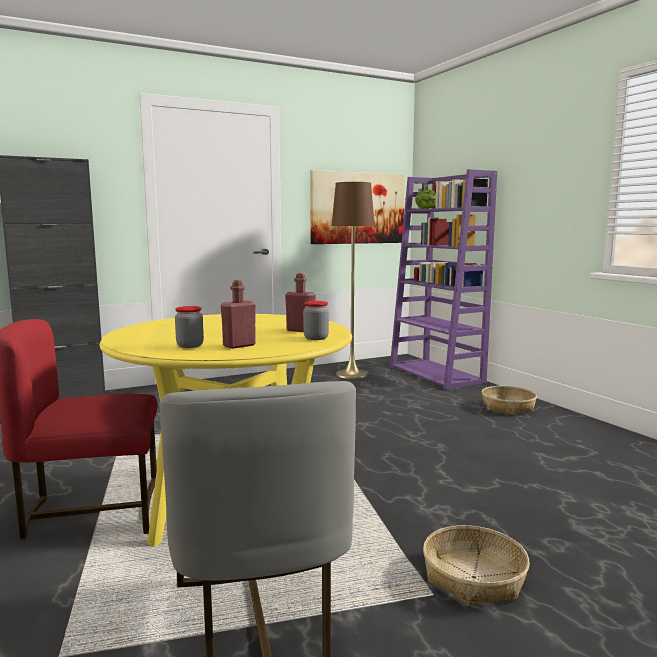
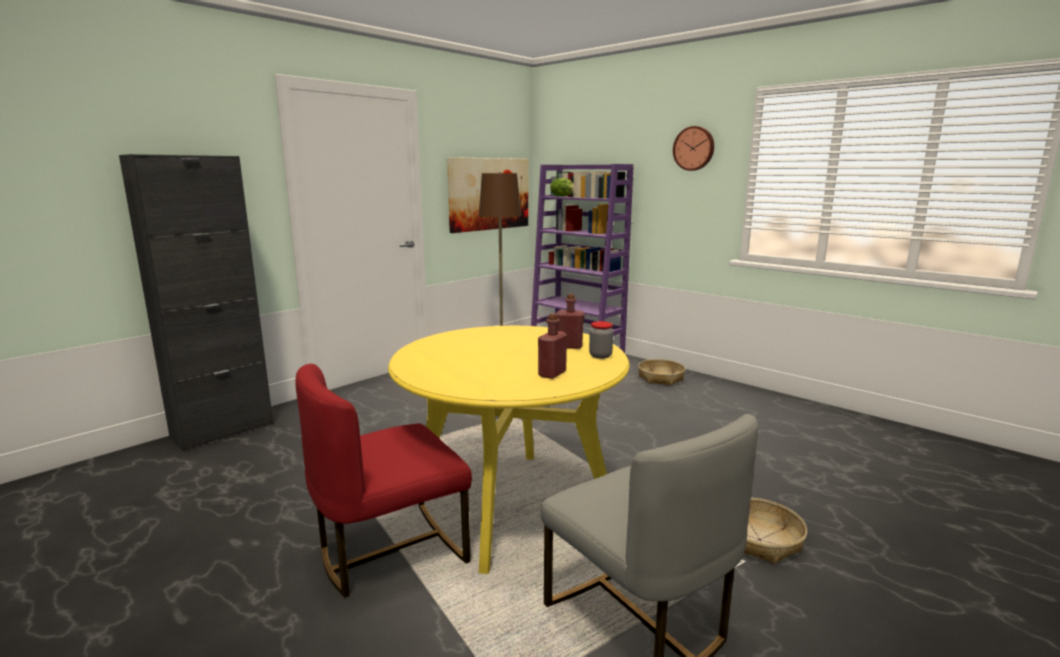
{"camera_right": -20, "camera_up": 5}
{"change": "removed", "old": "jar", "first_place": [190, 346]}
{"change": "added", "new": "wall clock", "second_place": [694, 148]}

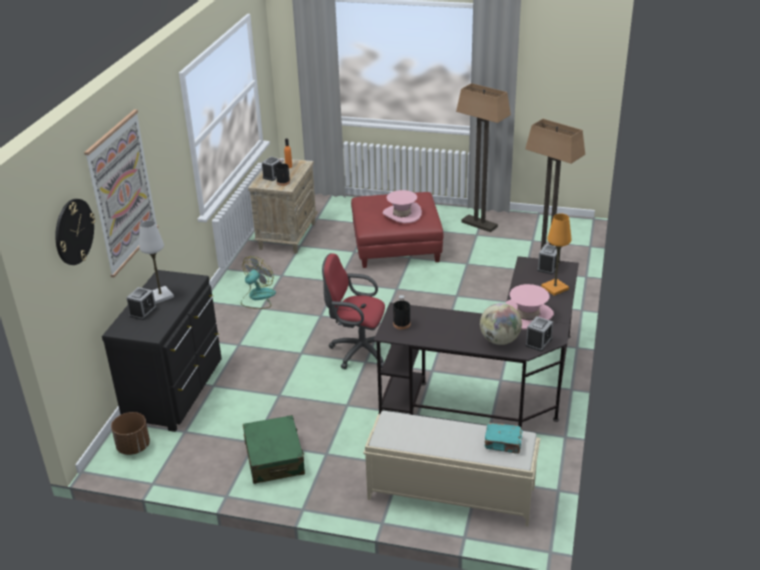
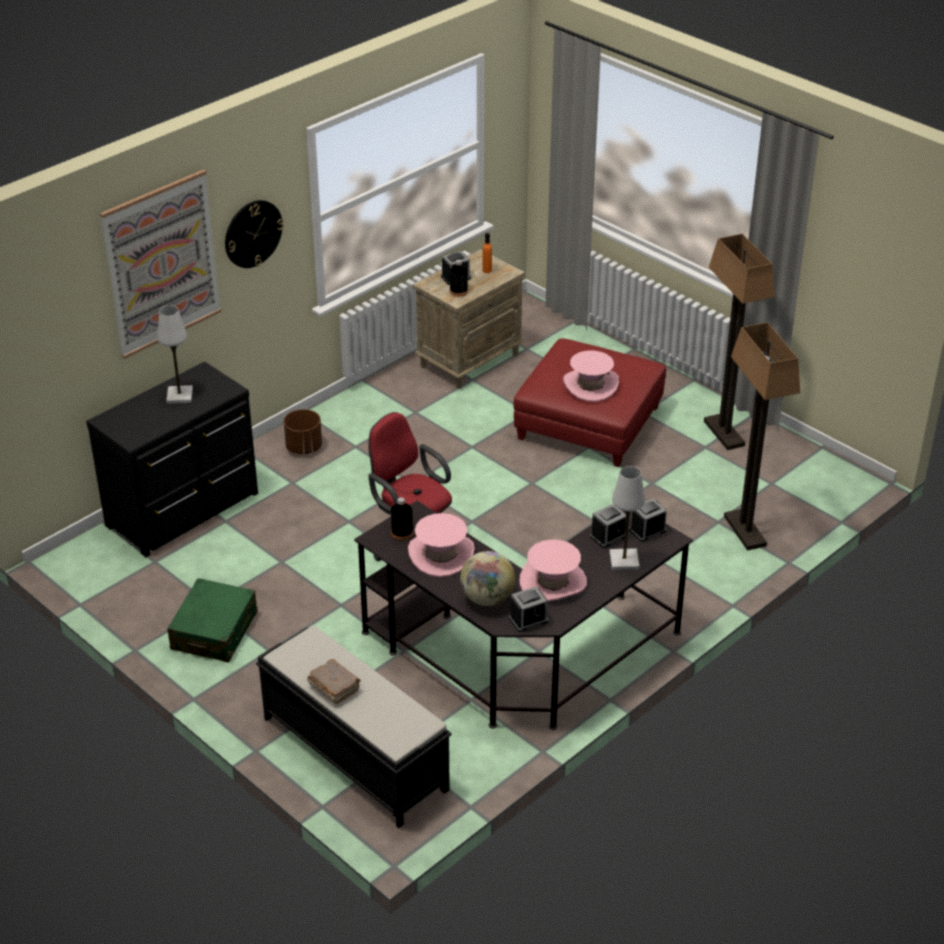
{"camera_right": 30, "camera_up": 5}
{"change": "moved", "old": "wall clock", "first_place": [74, 231], "second_place": [253, 233]}
{"change": "moved", "old": "brown-coloured planter", "first_place": [133, 447], "second_place": [303, 448]}
{"change": "moved", "old": "bedside clock", "first_place": [143, 312], "second_place": [608, 536]}
{"change": "removed", "old": "fan", "first_place": [257, 297]}
{"change": "recoloured", "old": "sand-coloured long seat", "new": "blackish long seat", "first_place": [450, 493], "second_place": [353, 753]}
{"change": "removed", "old": "blue-green book", "first_place": [503, 443]}
{"change": "recoloured", "old": "orangey table lamp", "new": "whitish table lamp", "first_place": [555, 288], "second_place": [624, 560]}
{"change": "added", "new": "brown-coloured book", "second_place": [334, 687]}
{"change": "added", "new": "pink-coloured clothing hat", "second_place": [441, 555]}

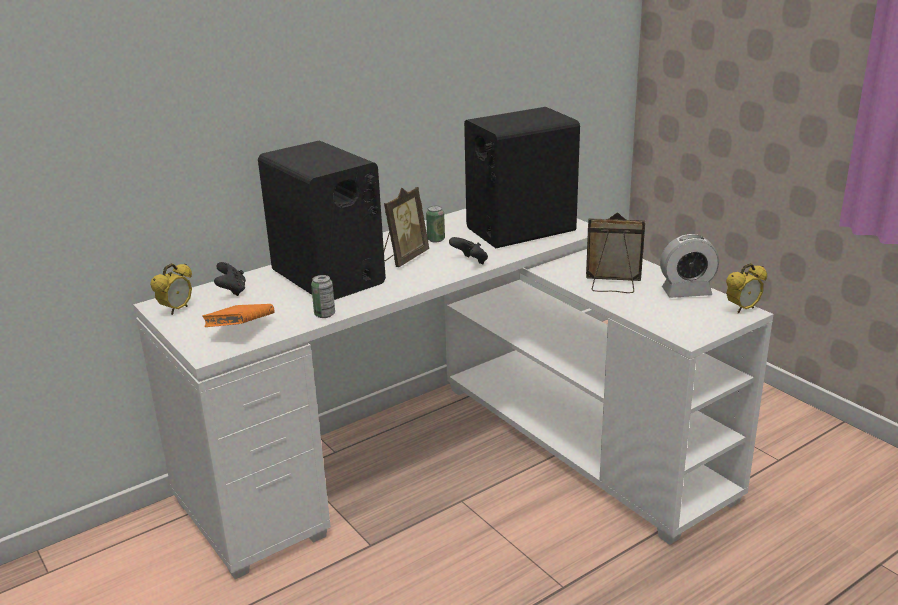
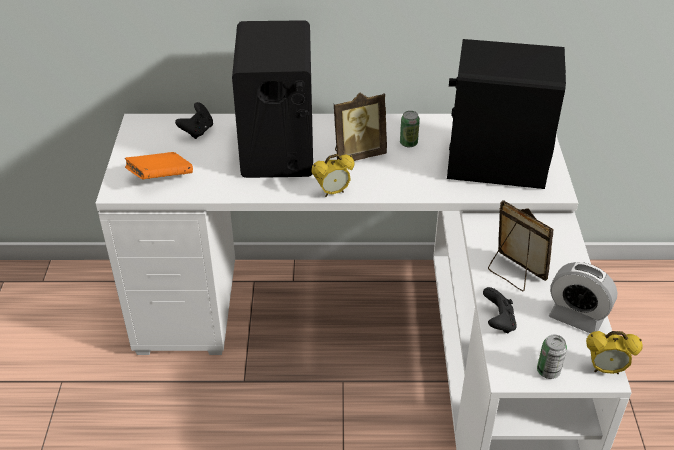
{"camera_right": 35, "camera_up": 15}
{"change": "moved", "old": "bedside clock", "first_place": [177, 310], "second_place": [333, 192]}
{"change": "moved", "old": "sealed can", "first_place": [324, 314], "second_place": [548, 371]}
{"change": "moved", "old": "blackish game controller", "first_place": [470, 262], "second_place": [498, 322]}

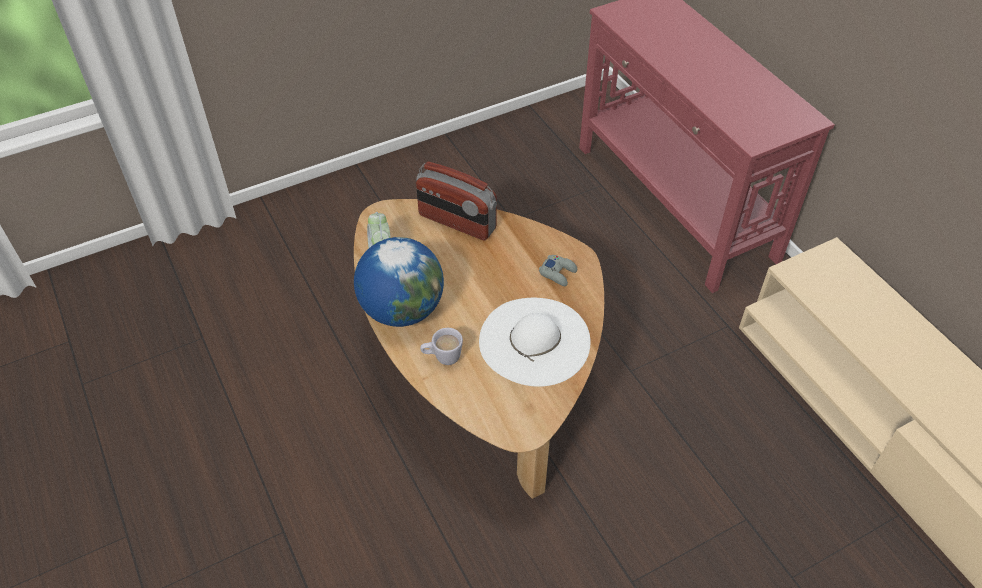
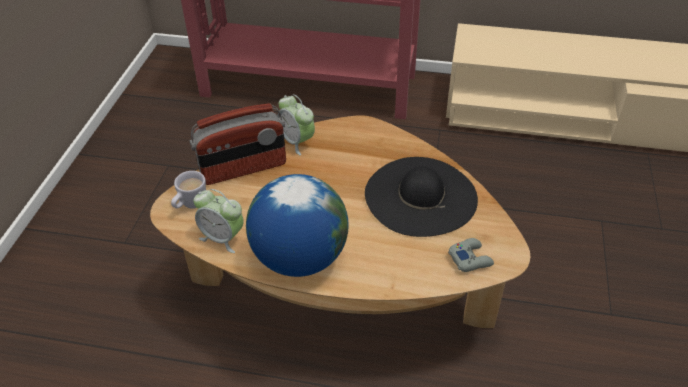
{"camera_right": -50, "camera_up": -5}
{"change": "moved", "old": "whitish coffee mug", "first_place": [442, 357], "second_place": [190, 205]}
{"change": "recoloured", "old": "whitish clothing hat", "new": "blackish clothing hat", "first_place": [534, 340], "second_place": [420, 196]}
{"change": "moved", "old": "gray game controller", "first_place": [558, 273], "second_place": [470, 258]}
{"change": "added", "new": "bedside clock", "second_place": [297, 142]}

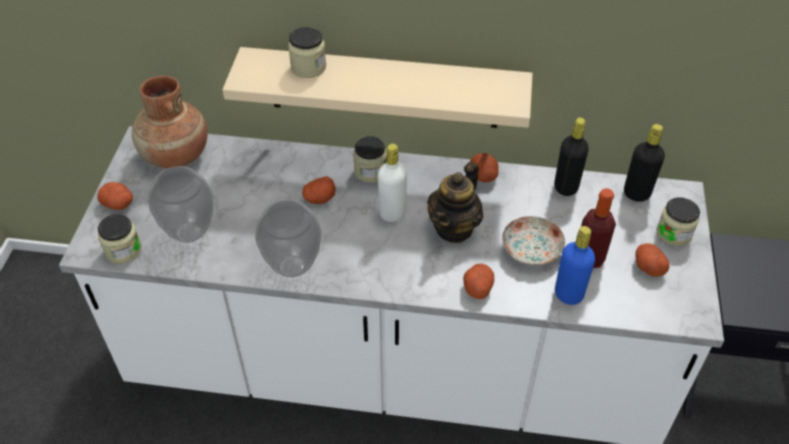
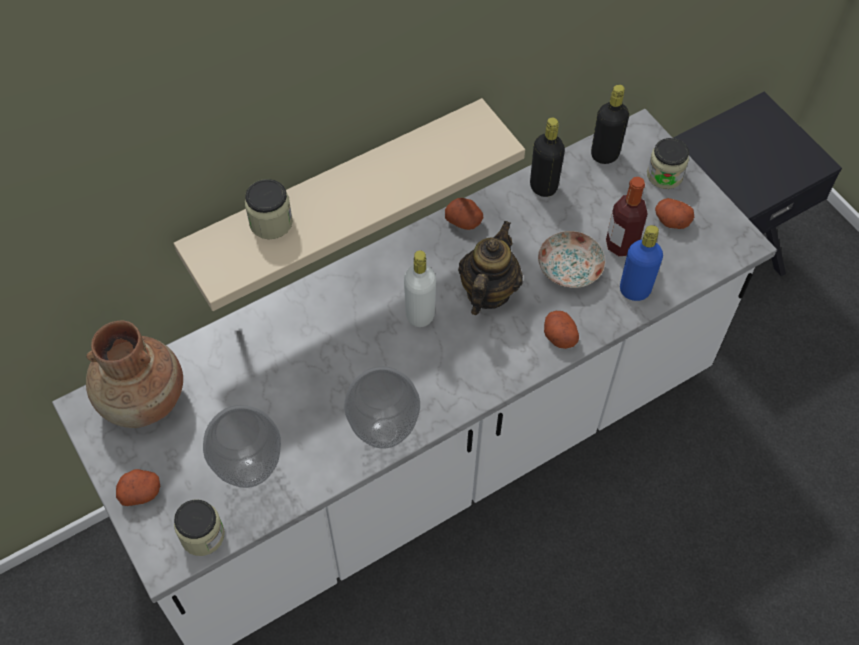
{"camera_right": -40, "camera_up": 10}
{"change": "removed", "old": "potato", "first_place": [319, 198]}
{"change": "removed", "old": "jar", "first_place": [370, 171]}
{"change": "turned", "old": "pot for tea", "first_place": [454, 228], "second_place": [487, 292], "degrees": -150}

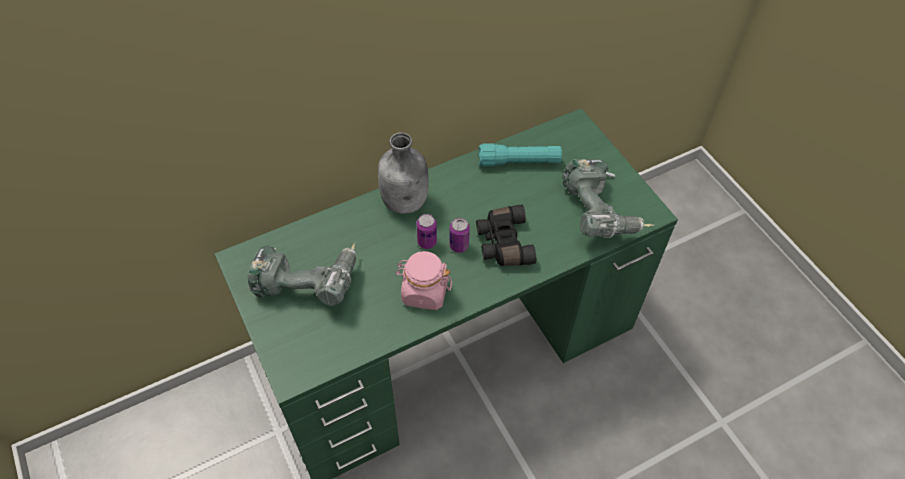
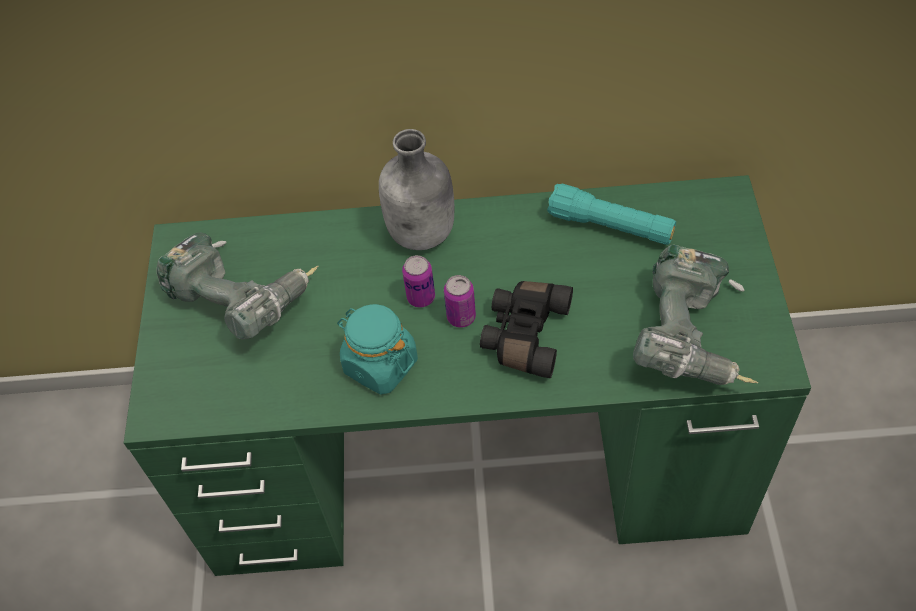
{"camera_right": 30, "camera_up": 0}
{"change": "recoloured", "old": "pink-coloured jar", "new": "blue-green jar", "first_place": [424, 292], "second_place": [380, 365]}

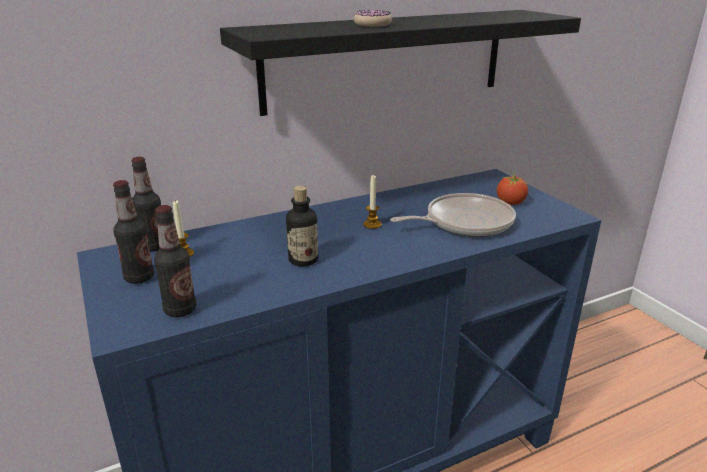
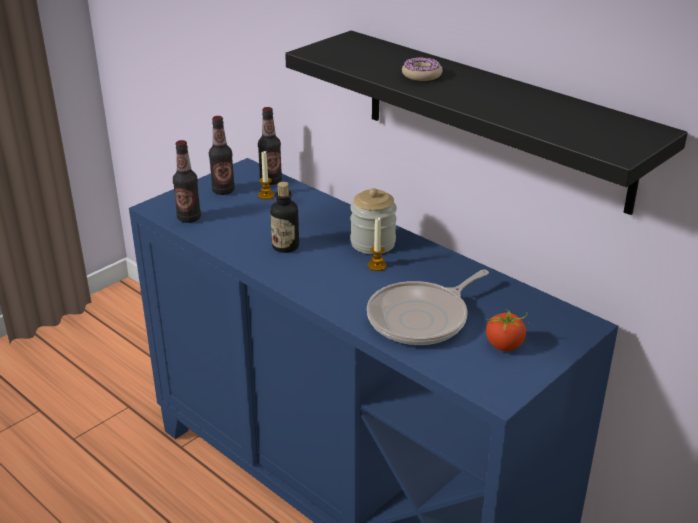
{"camera_right": 70, "camera_up": 5}
{"change": "turned", "old": "skillet", "first_place": [464, 222], "second_place": [422, 318], "degrees": 90}
{"change": "added", "new": "jar", "second_place": [373, 243]}

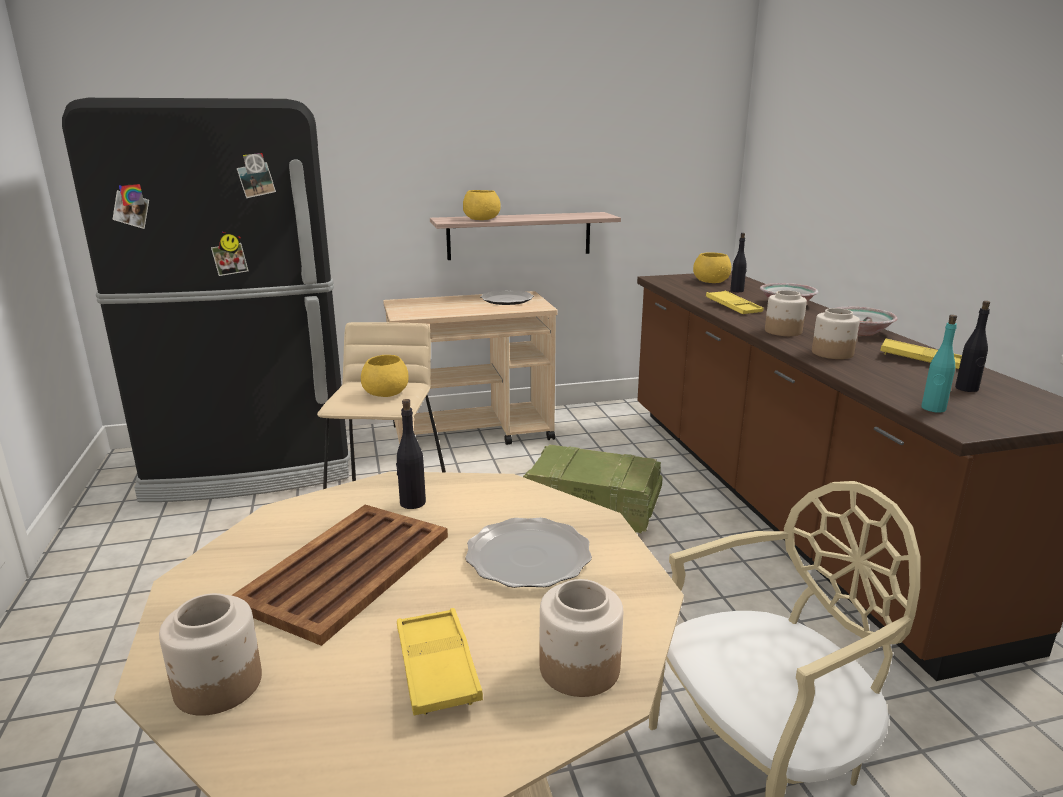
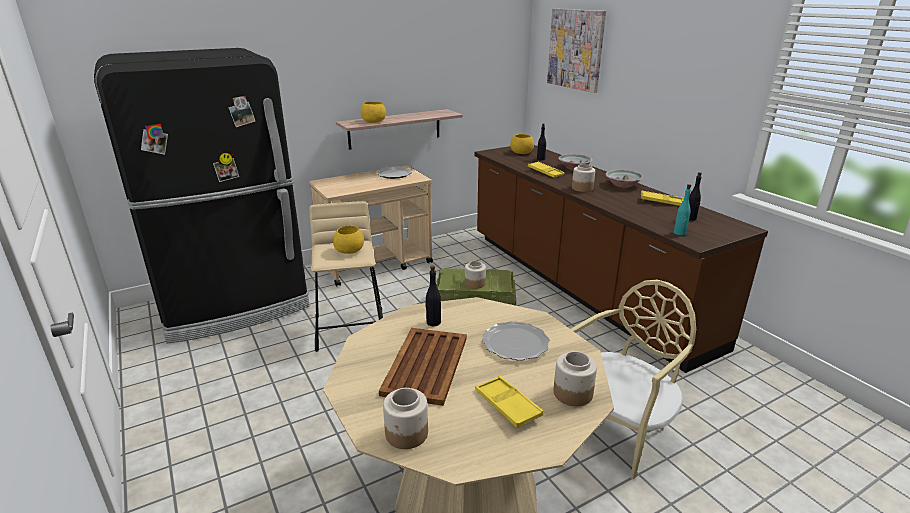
{"camera_right": -15, "camera_up": 5}
{"change": "moved", "old": "jar", "first_place": [831, 353], "second_place": [474, 284]}
{"change": "added", "new": "wall picture", "second_place": [576, 49]}

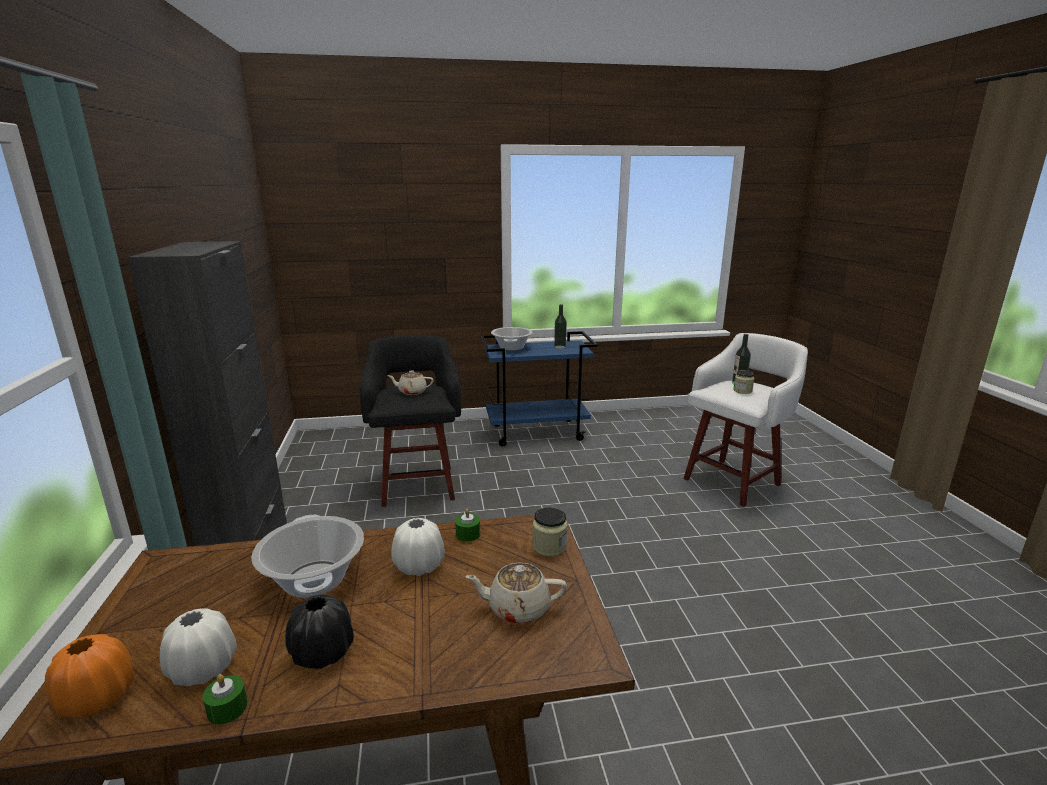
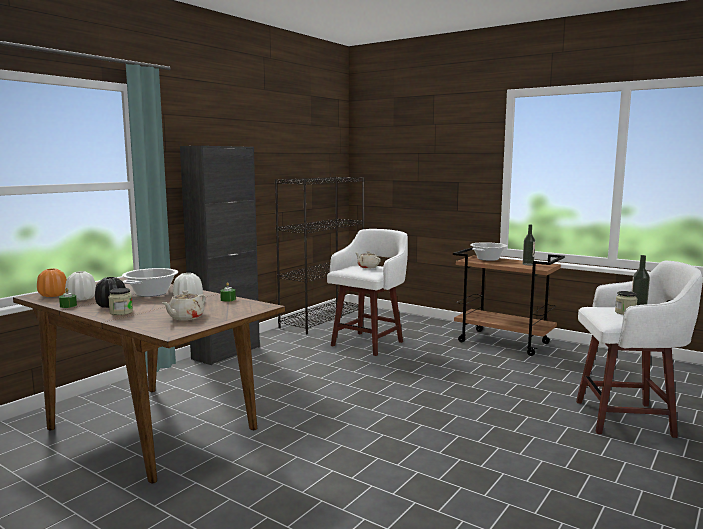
{"camera_right": 45, "camera_up": -10}
{"change": "recoloured", "old": "blackish sitting stool", "new": "whitish sitting stool", "first_place": [418, 484], "second_place": [368, 343]}
{"change": "turned", "old": "sand-coloured pot for tea", "first_place": [517, 608], "second_place": [185, 317], "degrees": -105}
{"change": "recoloured", "old": "blue wheeled cart", "new": "brown-coloured wheeled cart", "first_place": [537, 432], "second_place": [504, 342]}
{"change": "moved", "old": "jar", "first_place": [549, 546], "second_place": [121, 312]}
{"change": "added", "new": "blackish bookshelf", "second_place": [323, 319]}

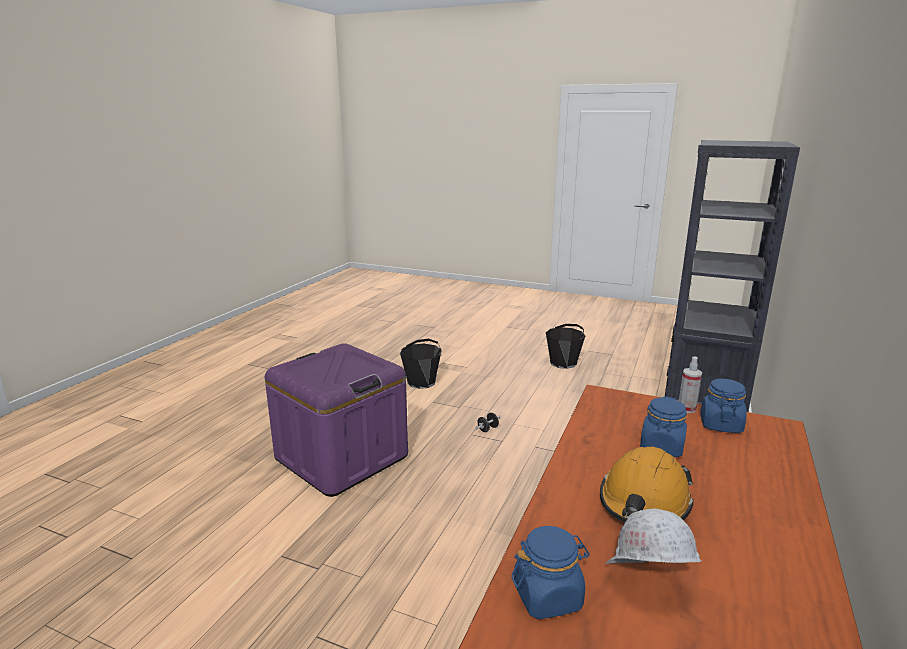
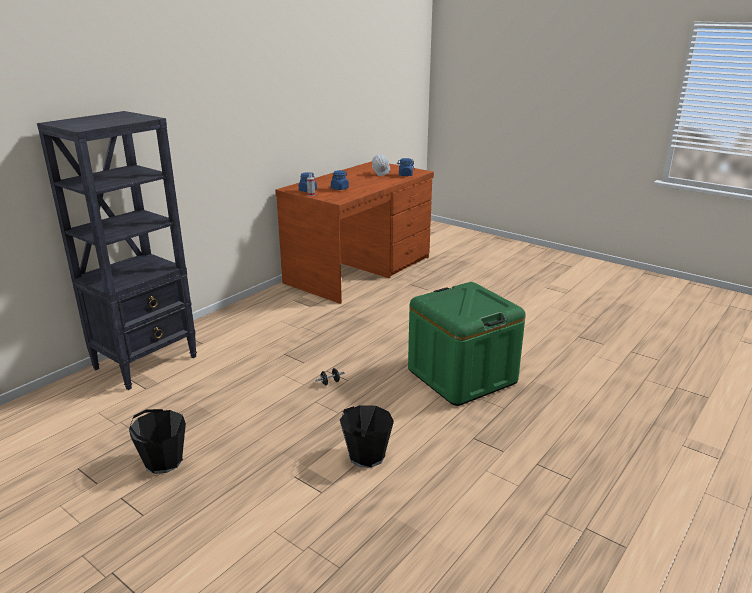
{"camera_right": -165, "camera_up": 5}
{"change": "recoloured", "old": "purplish storage box", "new": "green storage box", "first_place": [341, 457], "second_place": [461, 376]}
{"change": "removed", "old": "orangey safety helmet", "first_place": [644, 503]}

